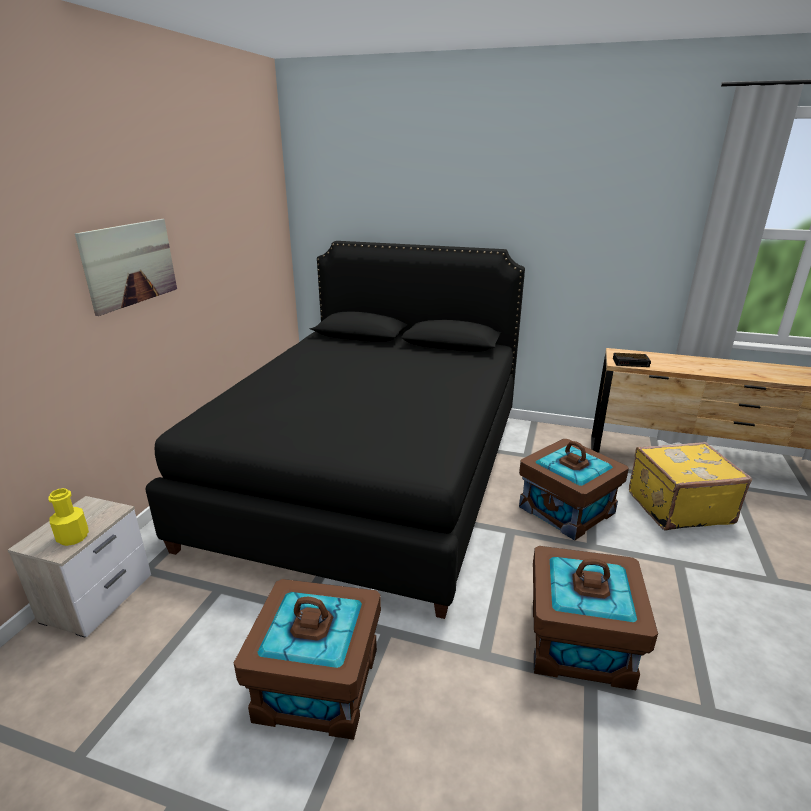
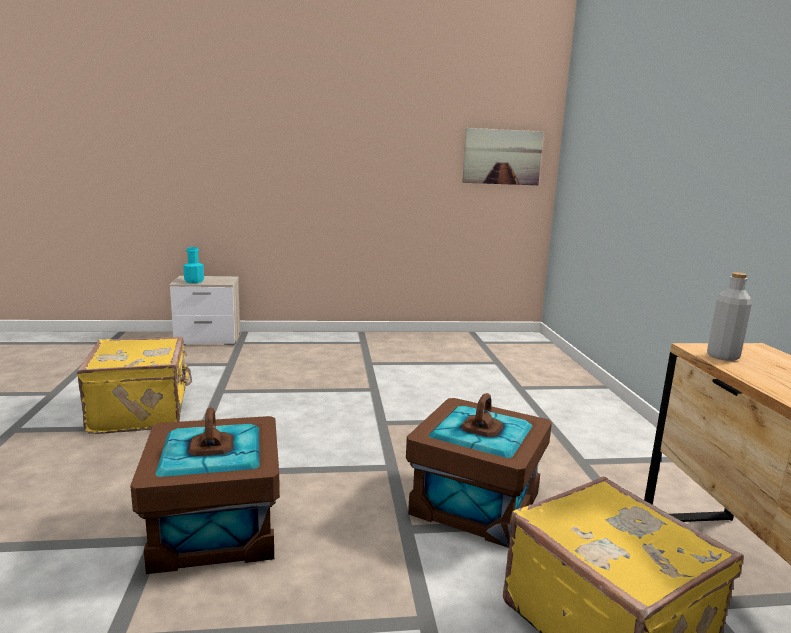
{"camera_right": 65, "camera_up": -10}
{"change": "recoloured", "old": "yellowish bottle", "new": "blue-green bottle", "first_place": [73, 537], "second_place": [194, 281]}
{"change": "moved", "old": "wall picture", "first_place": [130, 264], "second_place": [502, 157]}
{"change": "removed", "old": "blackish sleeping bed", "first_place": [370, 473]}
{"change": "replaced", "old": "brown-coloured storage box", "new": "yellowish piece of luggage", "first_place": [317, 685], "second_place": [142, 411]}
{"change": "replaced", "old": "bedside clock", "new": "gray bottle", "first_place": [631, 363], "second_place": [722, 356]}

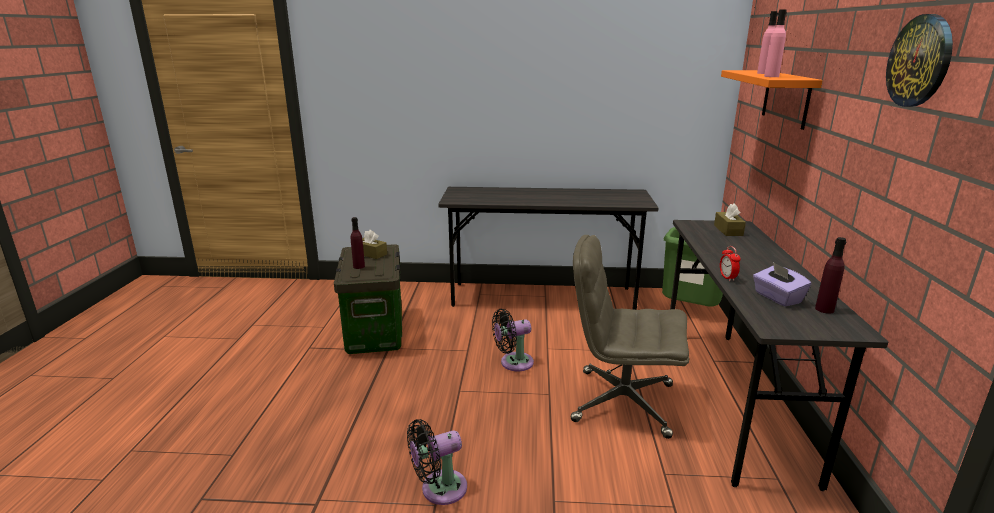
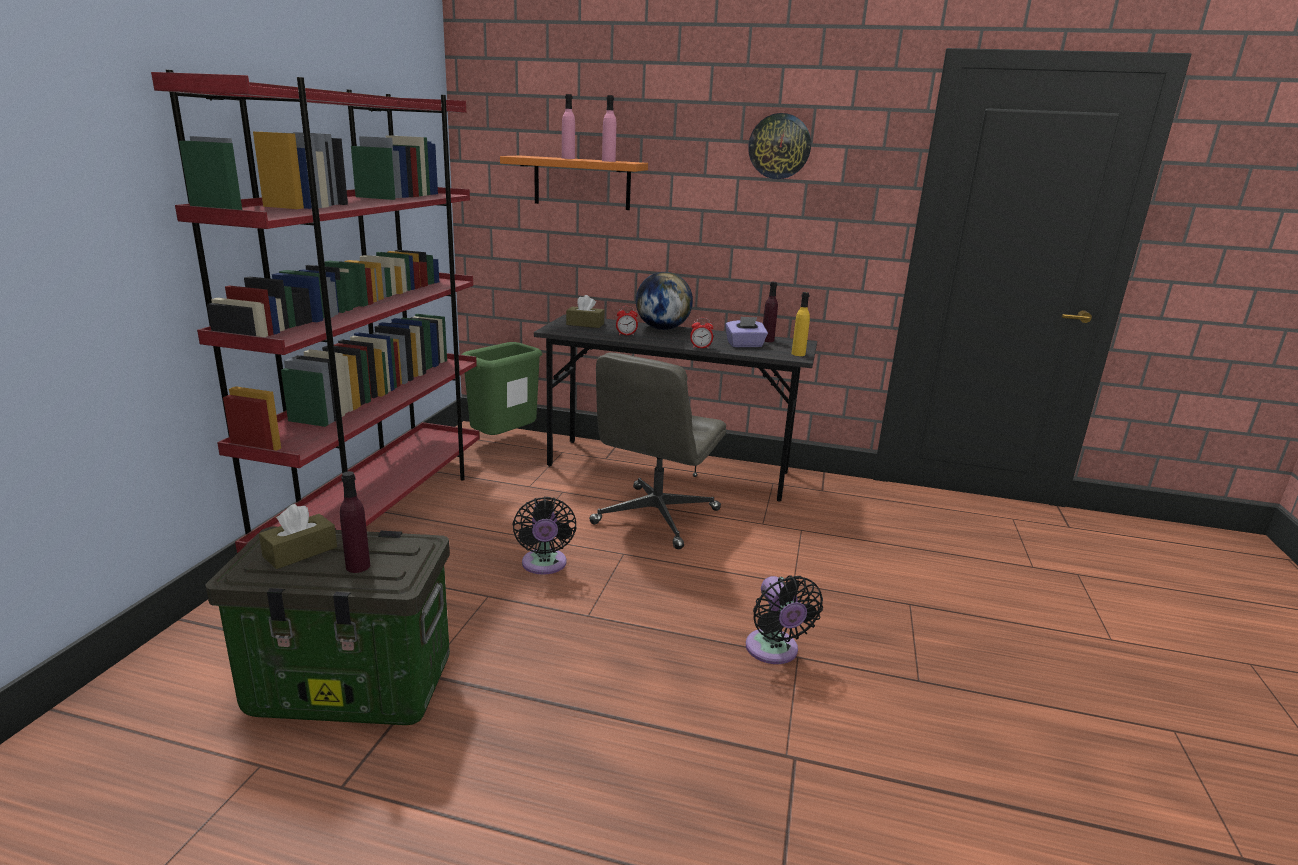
{"camera_right": -80, "camera_up": 0}
{"change": "replaced", "old": "gray desk", "new": "red bookshelf", "first_place": [543, 297], "second_place": [380, 512]}
{"change": "added", "new": "bedside clock", "second_place": [626, 334]}
{"change": "added", "new": "world globe", "second_place": [662, 328]}
{"change": "added", "new": "yellowish bottle", "second_place": [798, 354]}

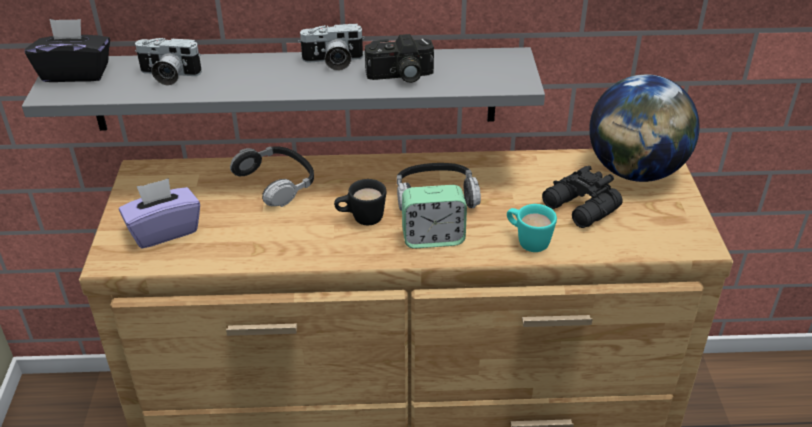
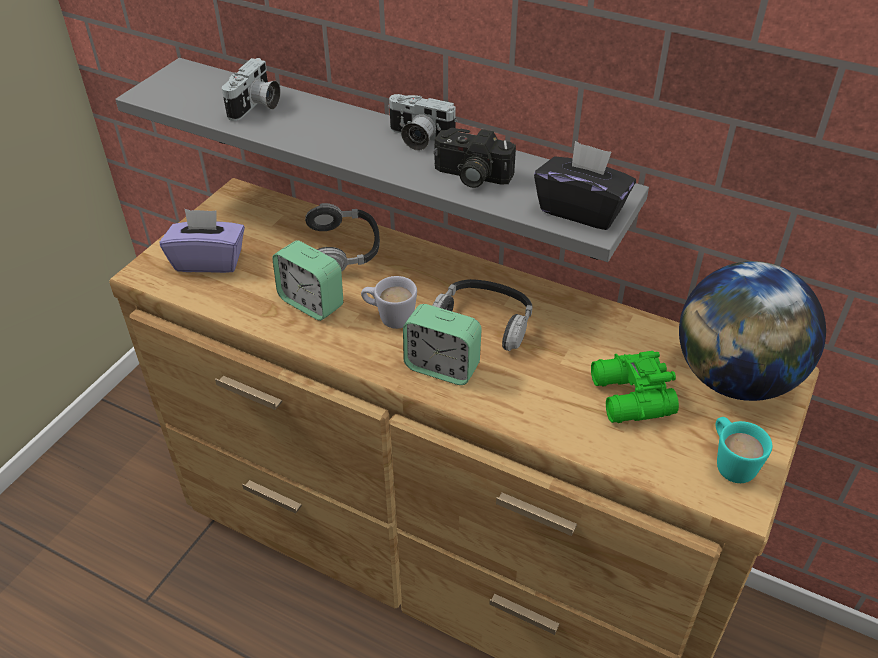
{"camera_right": 30, "camera_up": 5}
{"change": "moved", "old": "blackish box of tissues", "first_place": [76, 73], "second_place": [581, 210]}
{"change": "turned", "old": "photo camera", "first_place": [168, 76], "second_place": [256, 107], "degrees": -105}
{"change": "recoloured", "old": "blackish coffee mug", "new": "whitish coffee mug", "first_place": [361, 219], "second_place": [389, 317]}
{"change": "moved", "old": "blue-green coffee mug", "first_place": [527, 241], "second_place": [730, 463]}
{"change": "recoloured", "old": "blackish pair of binoculars", "new": "green pair of binoculars", "first_place": [580, 208], "second_place": [630, 398]}
{"change": "added", "new": "bedside clock", "second_place": [311, 303]}

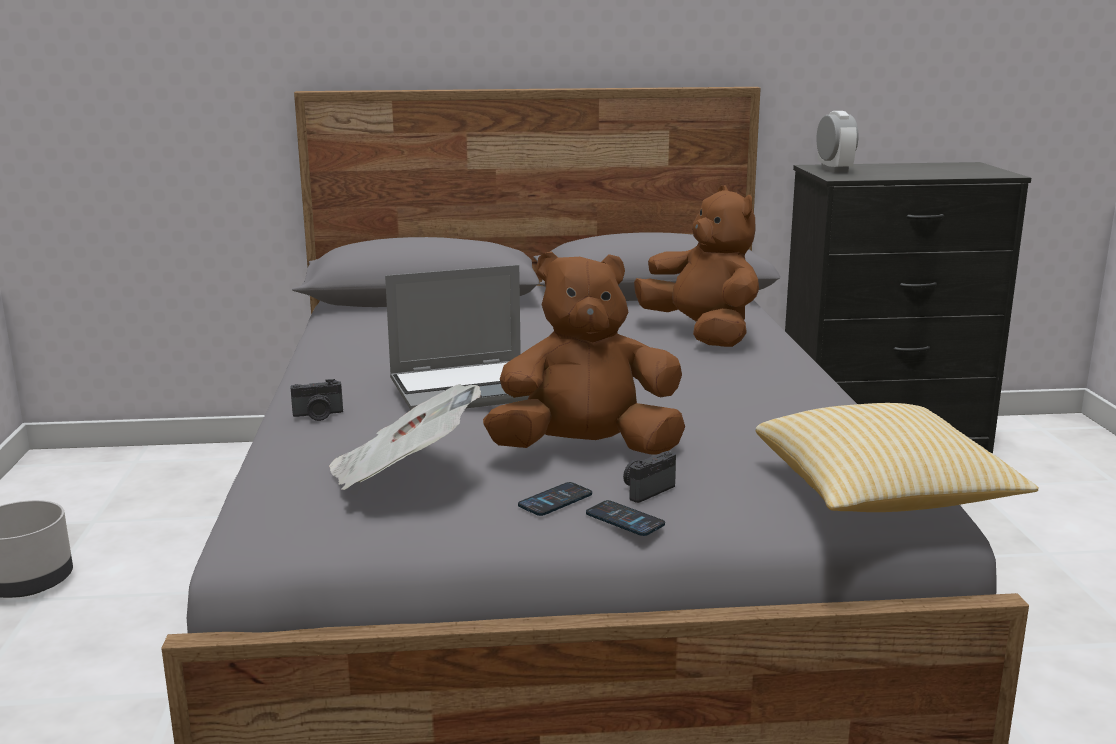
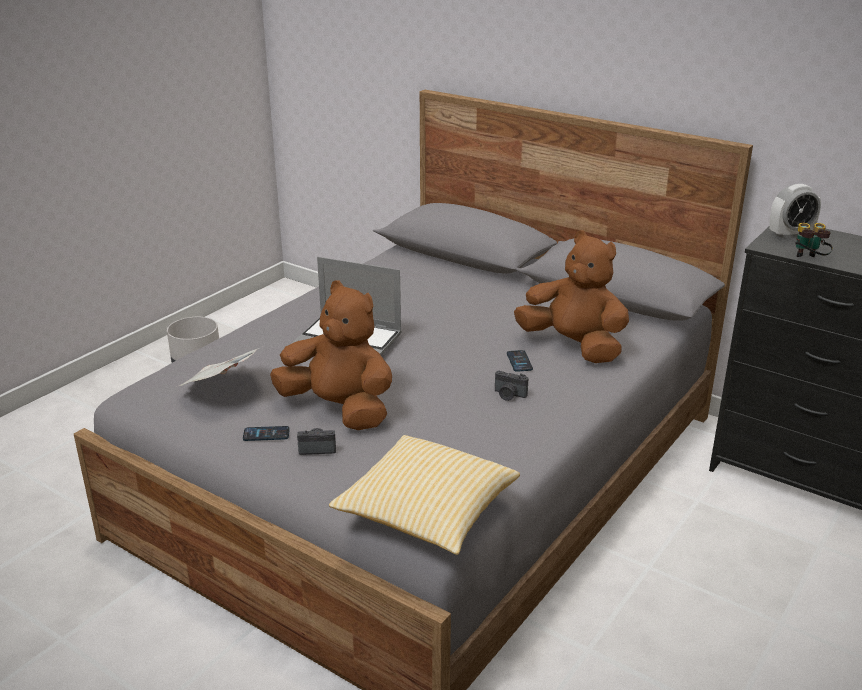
{"camera_right": 40, "camera_up": 10}
{"change": "moved", "old": "photo camera", "first_place": [318, 415], "second_place": [509, 395]}
{"change": "moved", "old": "handset", "first_place": [625, 519], "second_place": [519, 361]}
{"change": "turned", "old": "brown-coloured plush toy", "first_place": [702, 334], "second_place": [573, 346], "degrees": -60}
{"change": "turned", "old": "bedside clock", "first_place": [834, 170], "second_place": [790, 235], "degrees": 45}
{"change": "added", "new": "pair of binoculars", "second_place": [808, 260]}

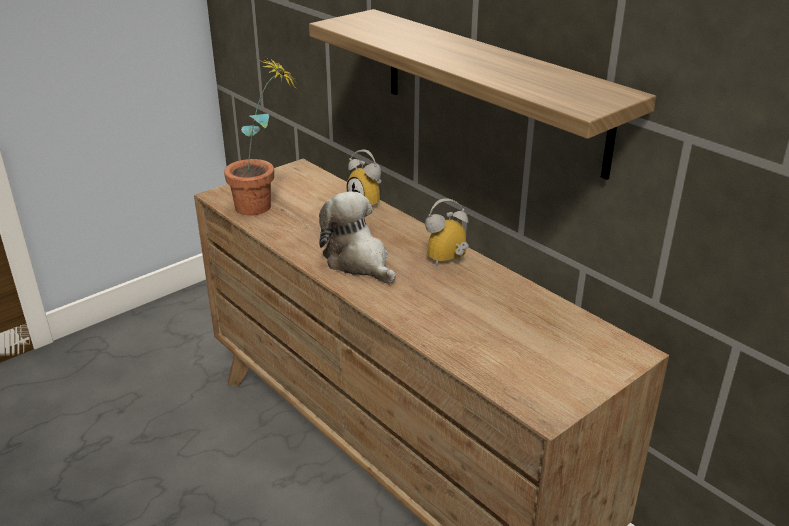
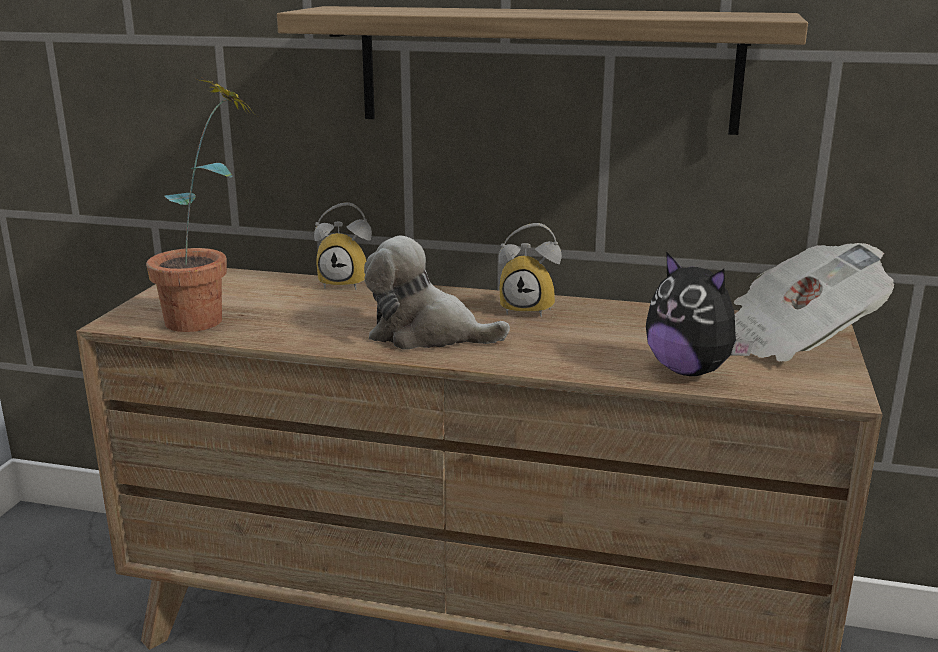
{"camera_right": -35, "camera_up": -10}
{"change": "turned", "old": "bedside clock", "first_place": [448, 262], "second_place": [529, 309], "degrees": -105}
{"change": "added", "new": "plush toy", "second_place": [690, 371]}
{"change": "added", "new": "daily paper", "second_place": [792, 341]}

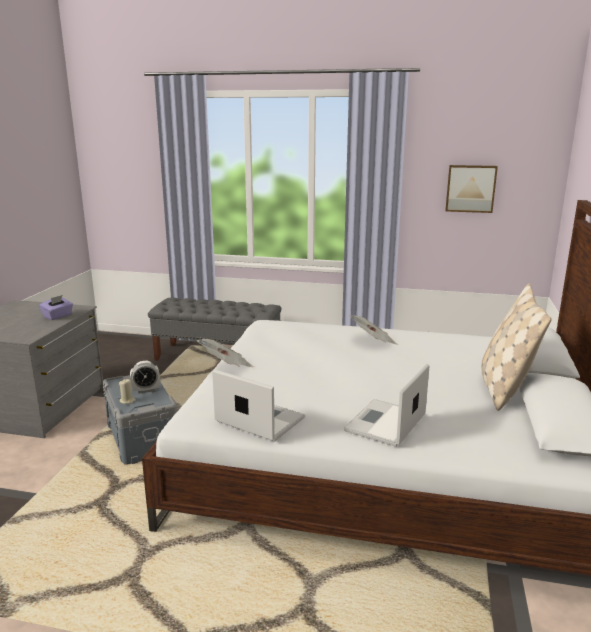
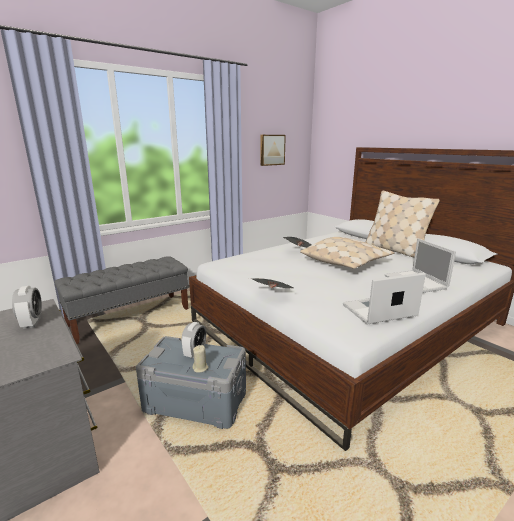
{"camera_right": -50, "camera_up": 0}
{"change": "replaced", "old": "purplish box of tissues", "new": "bedside clock", "first_place": [58, 316], "second_place": [32, 323]}
{"change": "added", "new": "sand-coloured pillow", "second_place": [346, 262]}

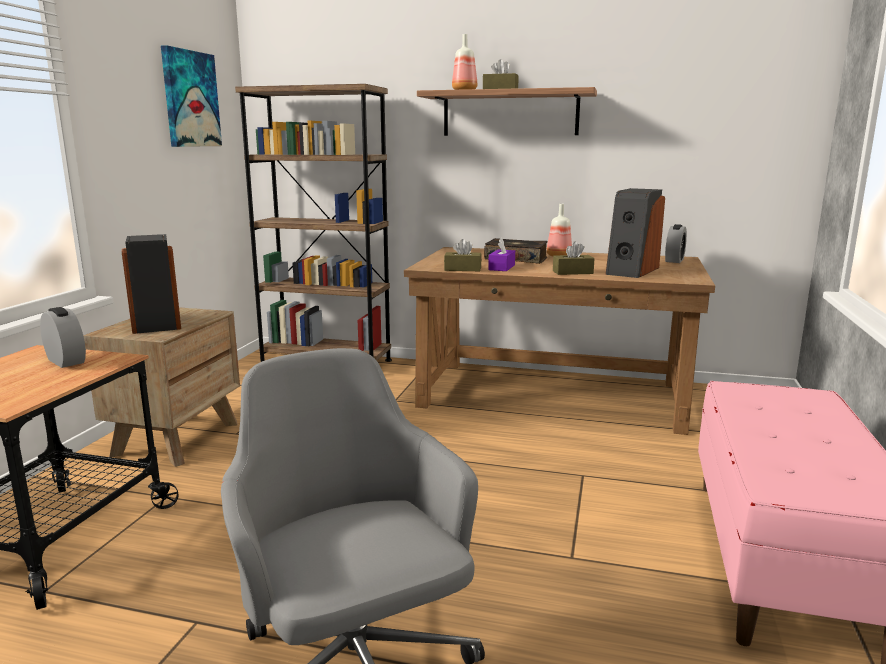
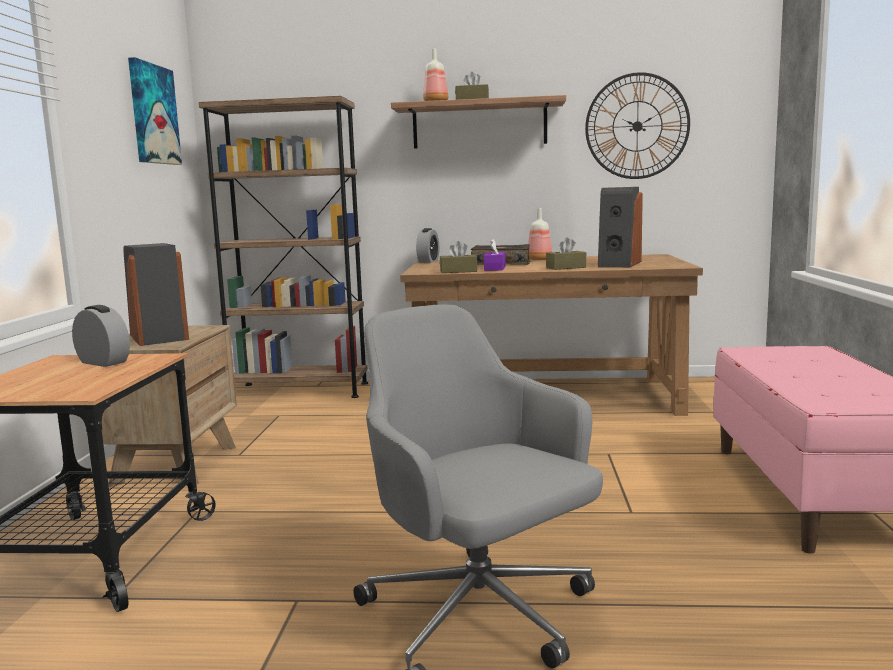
{"camera_right": -10, "camera_up": -5}
{"change": "moved", "old": "bedside clock", "first_place": [674, 260], "second_place": [428, 261]}
{"change": "added", "new": "wall clock", "second_place": [637, 126]}

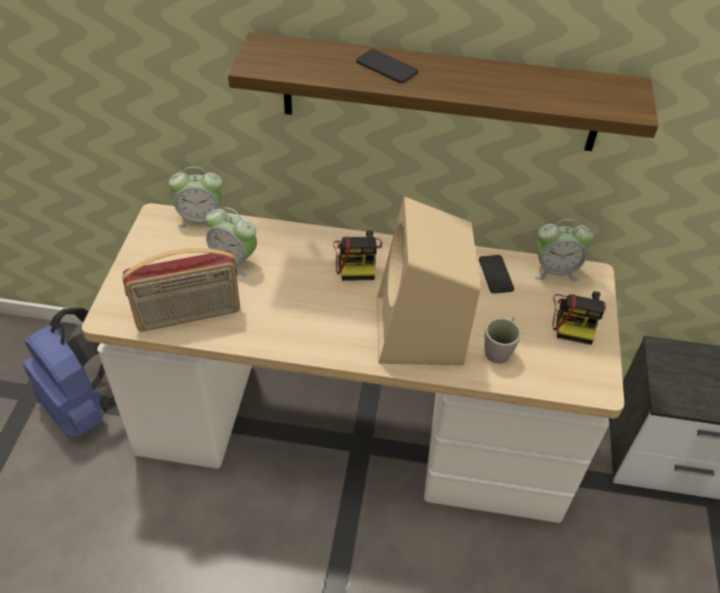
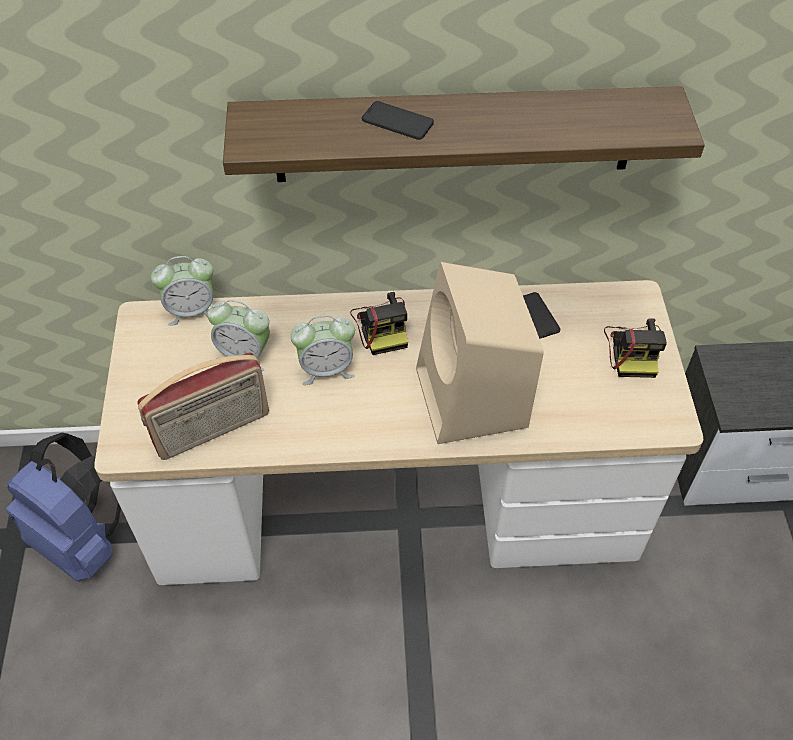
{"camera_right": -10, "camera_up": 5}
{"change": "removed", "old": "gray coffee mug", "first_place": [499, 349]}
{"change": "moved", "old": "bedside clock", "first_place": [555, 270], "second_place": [326, 369]}

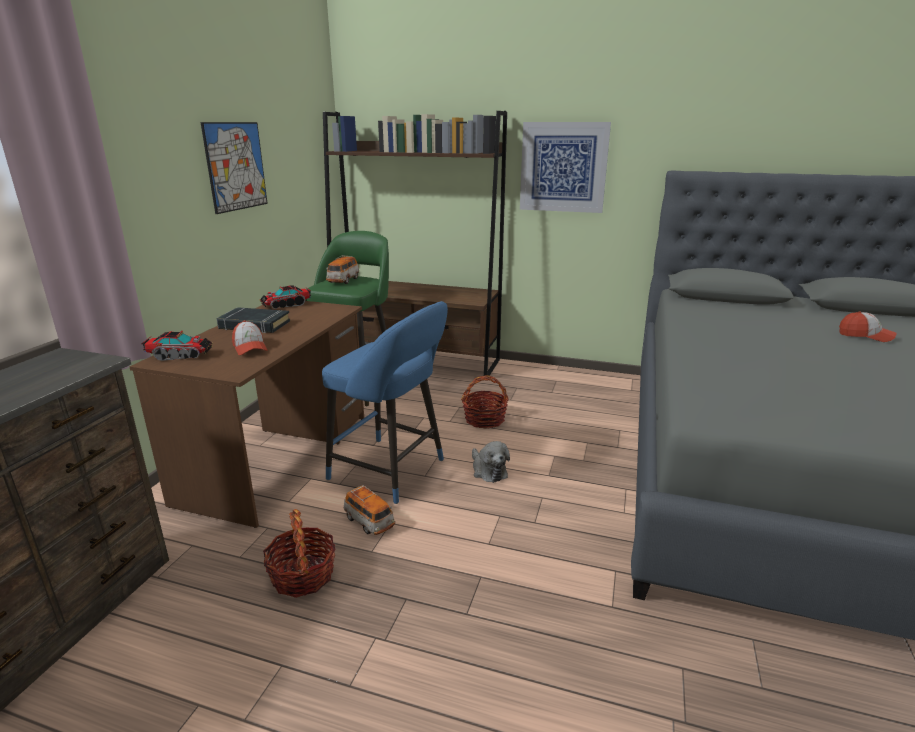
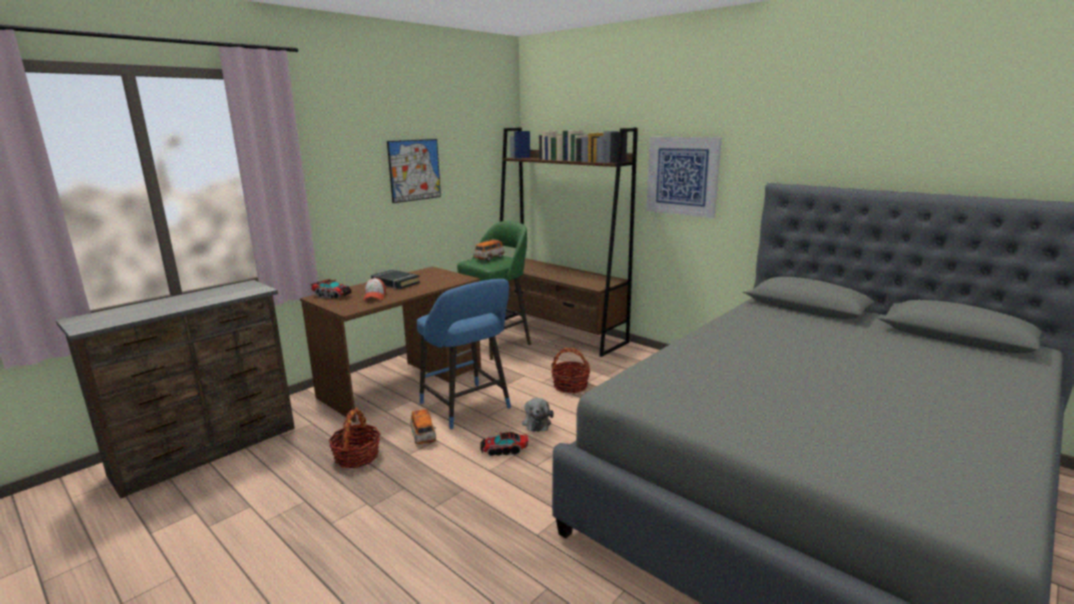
{"camera_right": 25, "camera_up": -5}
{"change": "moved", "old": "toy truck", "first_place": [286, 305], "second_place": [504, 450]}
{"change": "removed", "old": "peaked cap", "first_place": [865, 336]}

